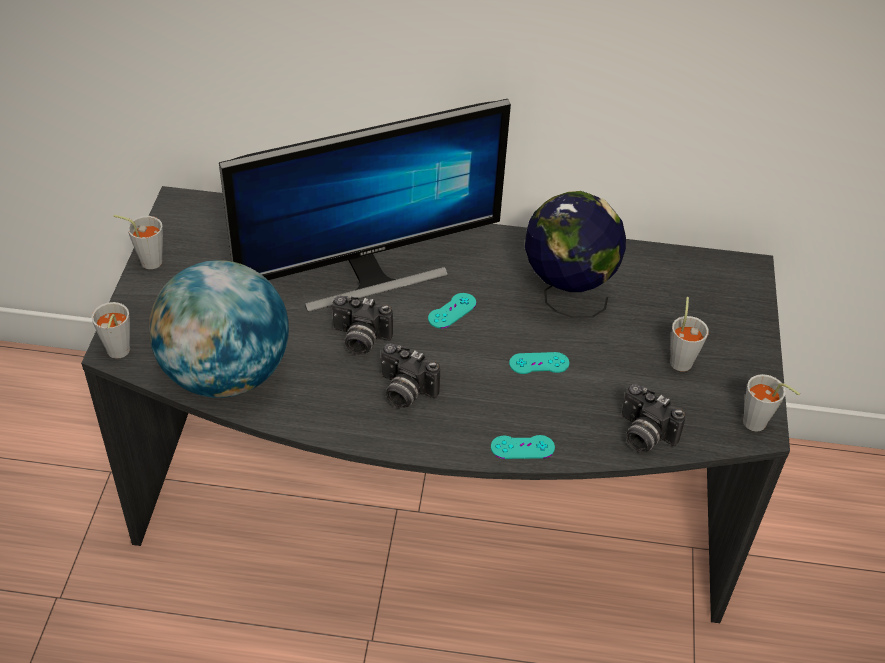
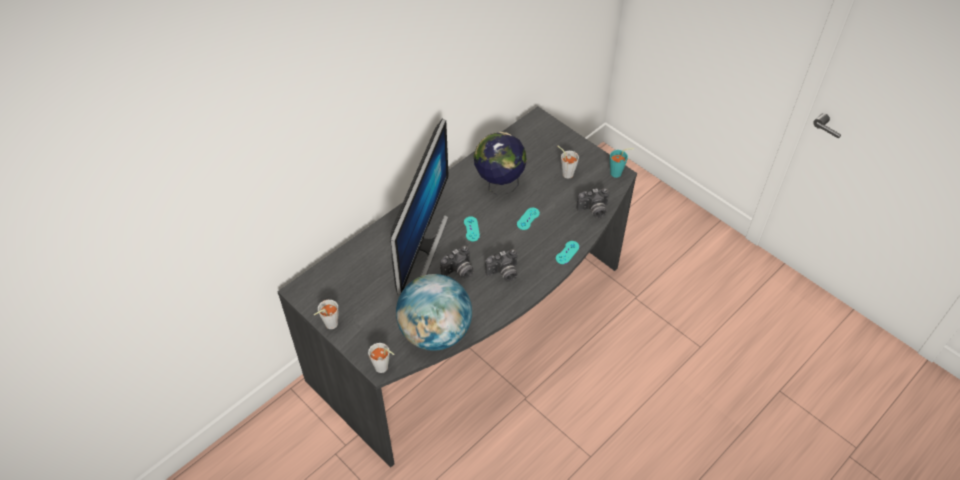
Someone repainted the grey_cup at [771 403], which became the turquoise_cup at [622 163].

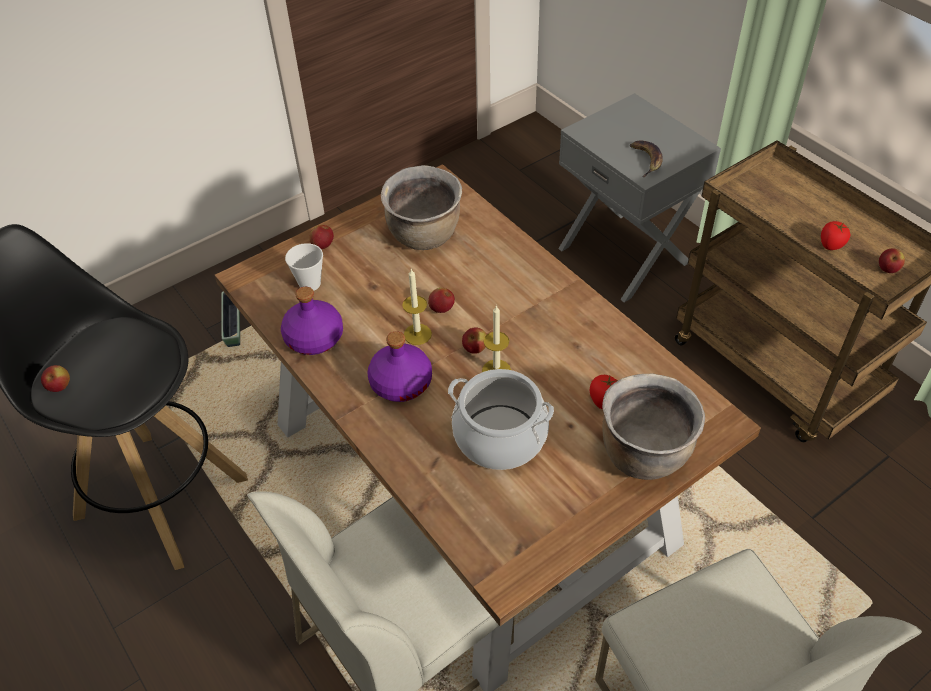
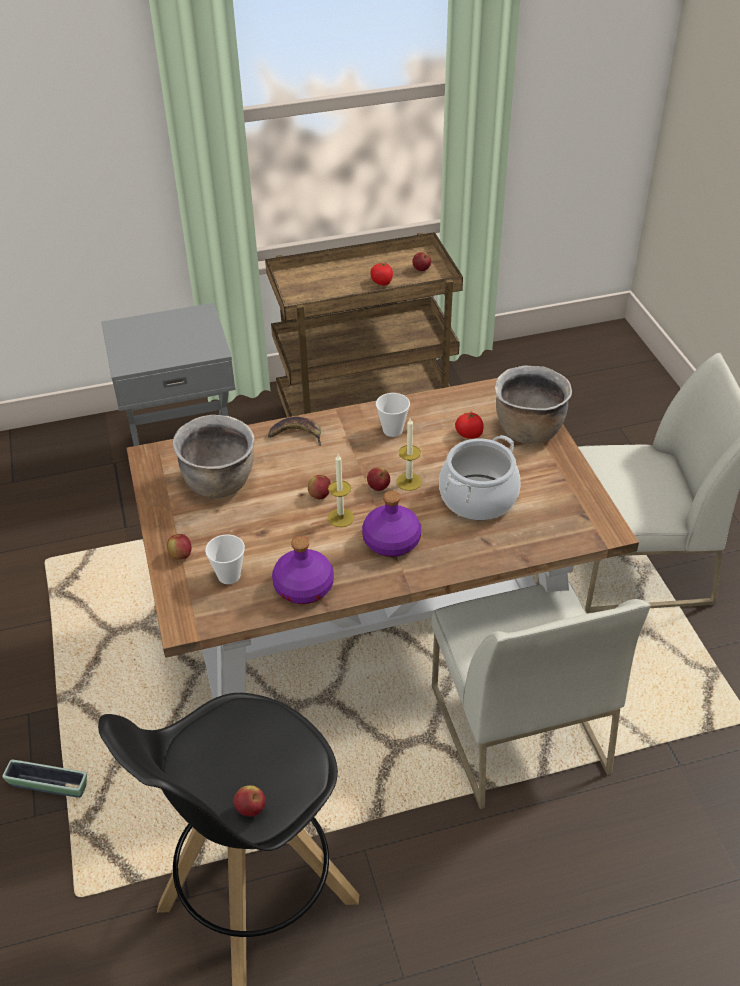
Someone carried the banana from [646 159] to [294 431].
Someone put down the cup at [393 415].

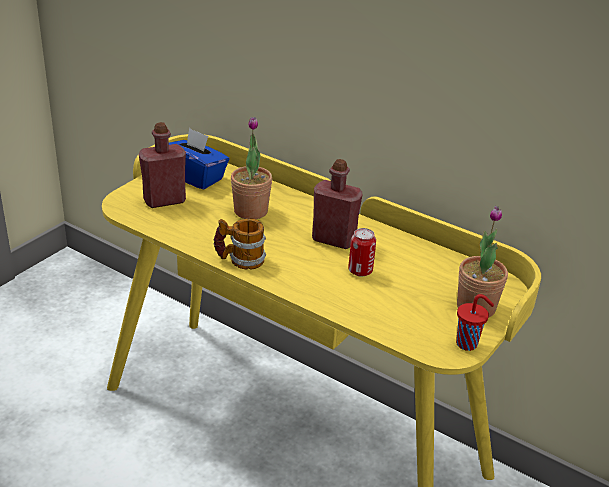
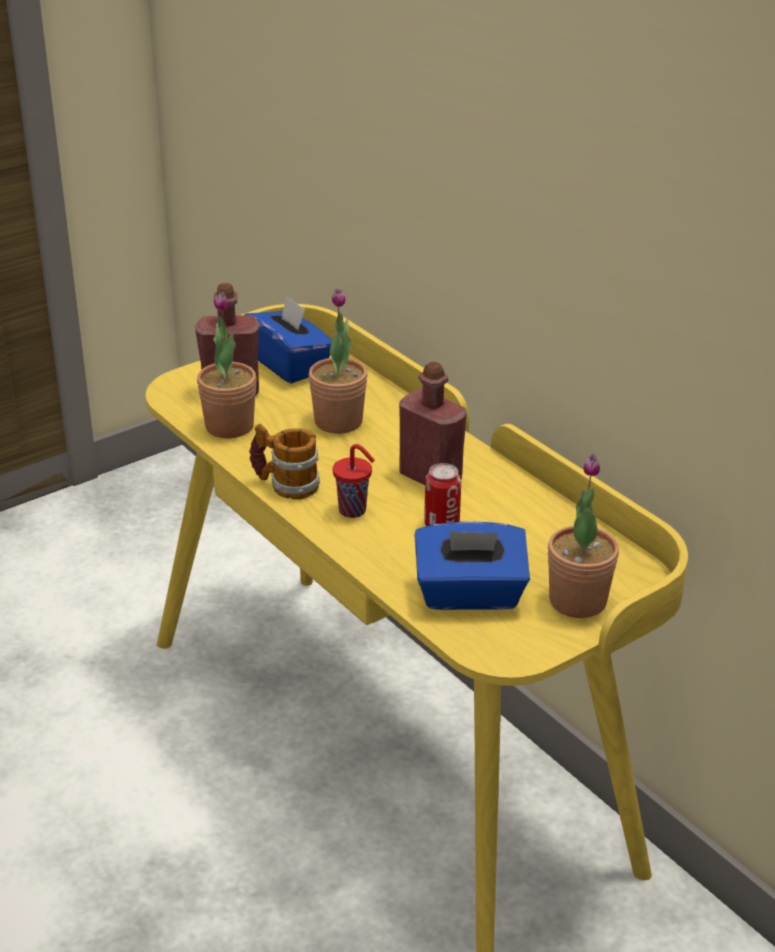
Someone carried the red_cup from [475 322] to [354 481].
Someone put down the potted_plant at [227 365].
Someone put down the blue_tissue_box at [472 565].

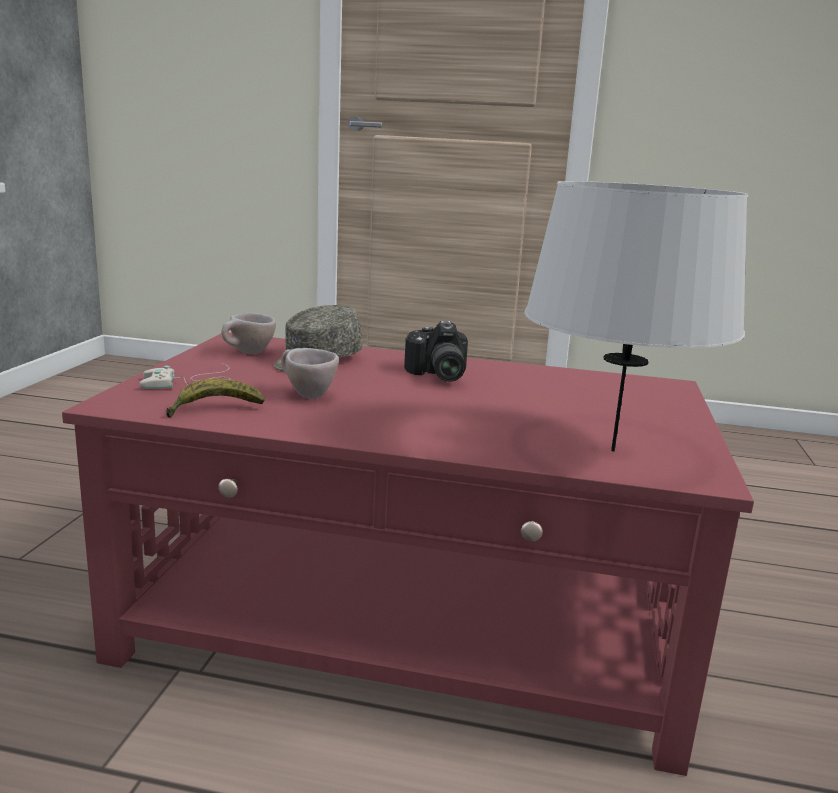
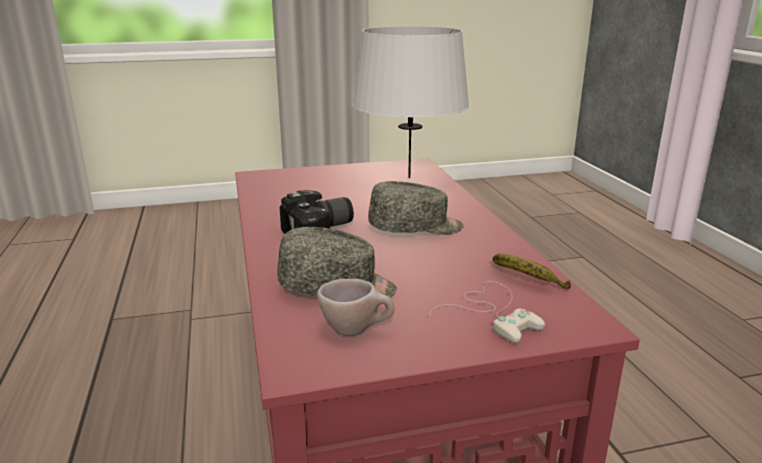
Someone took away the beige_cup at [310 373].
Someone put down the grey_cap at [416 208].

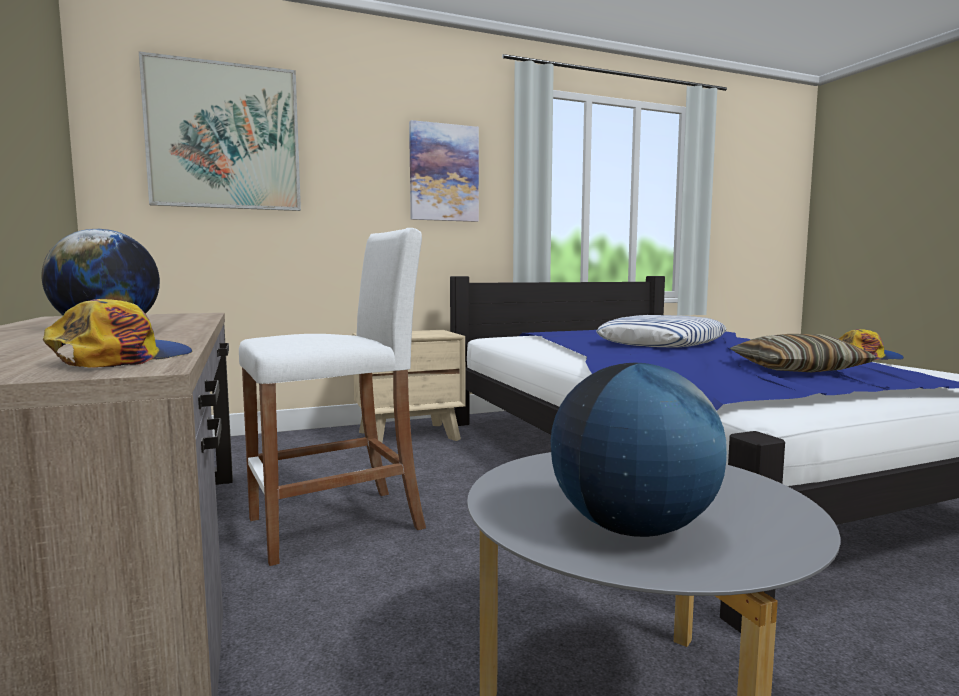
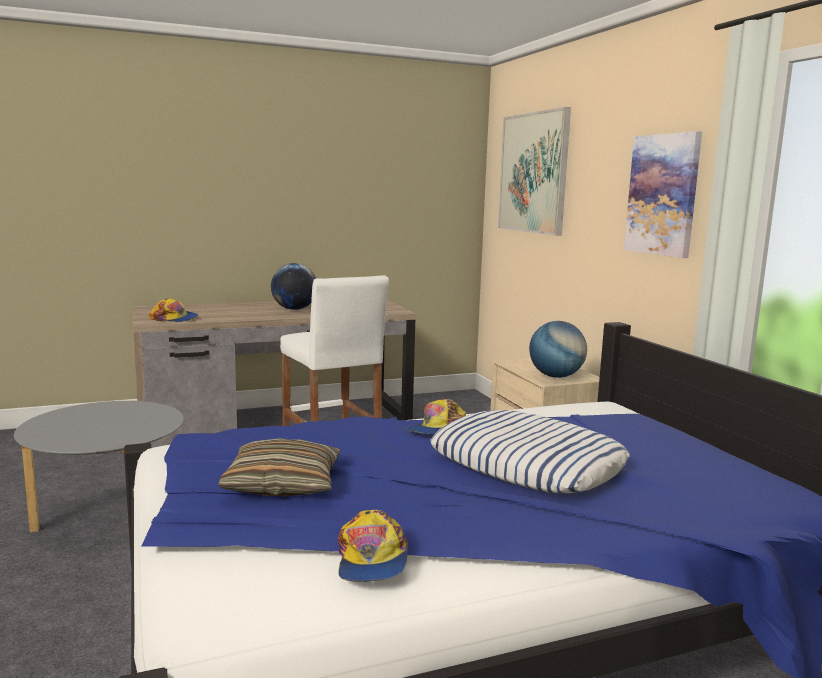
Someone carried the globe from [639 449] to [558 349].
Someone put down the cap at [436 416].

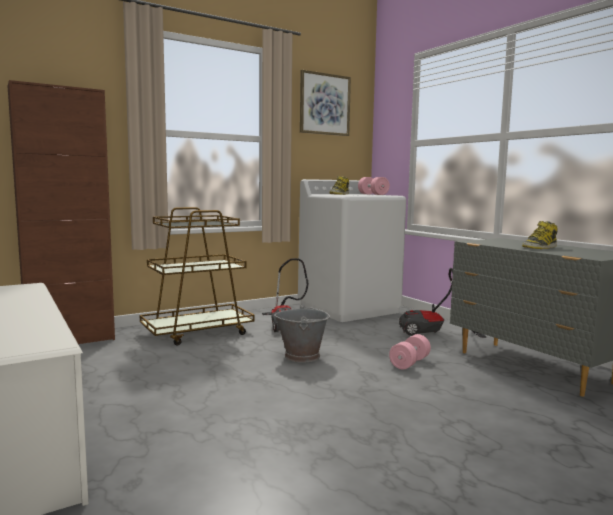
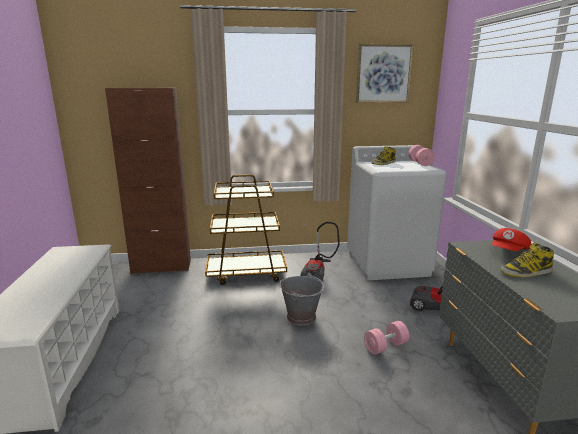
Someone put down the red_cap at [511 239].

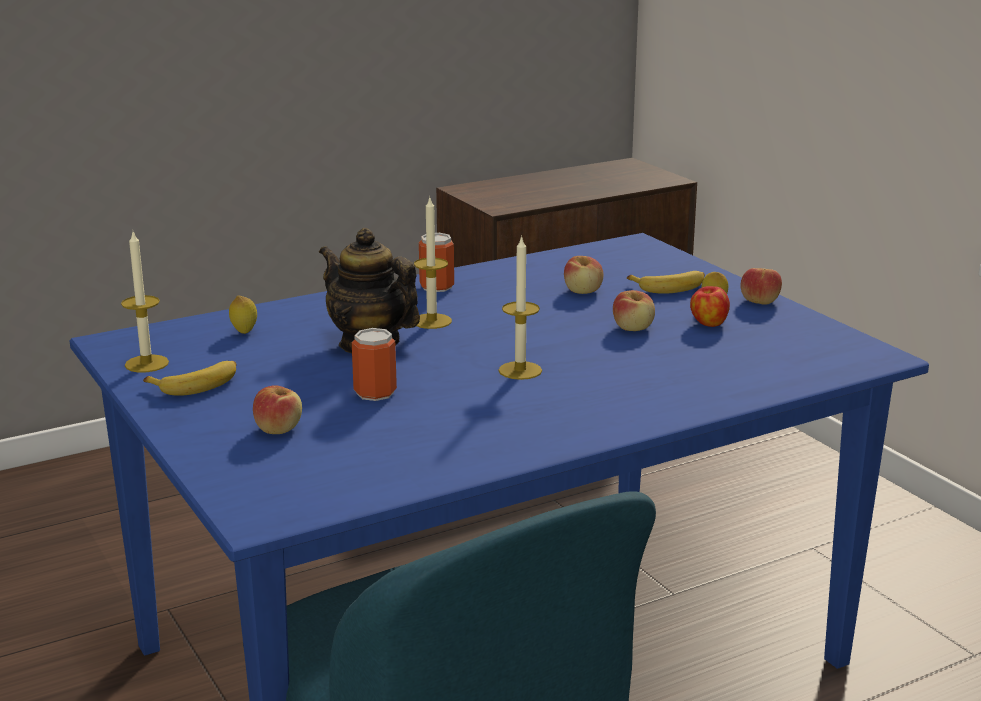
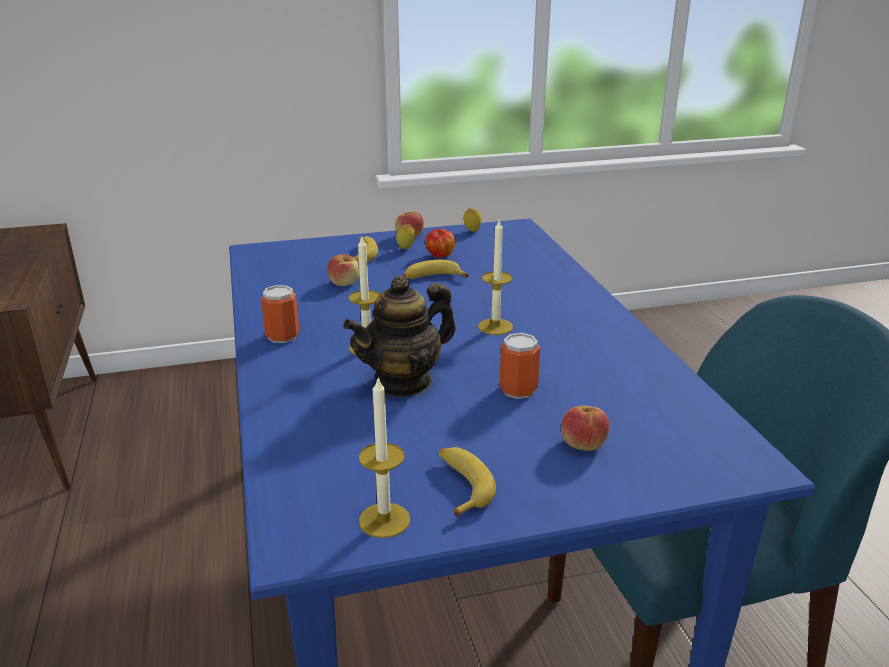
Someone swapped the apple at [634 310] for the banana at [436 269].
Someone carried the lemon from [243 314] to [472 220].

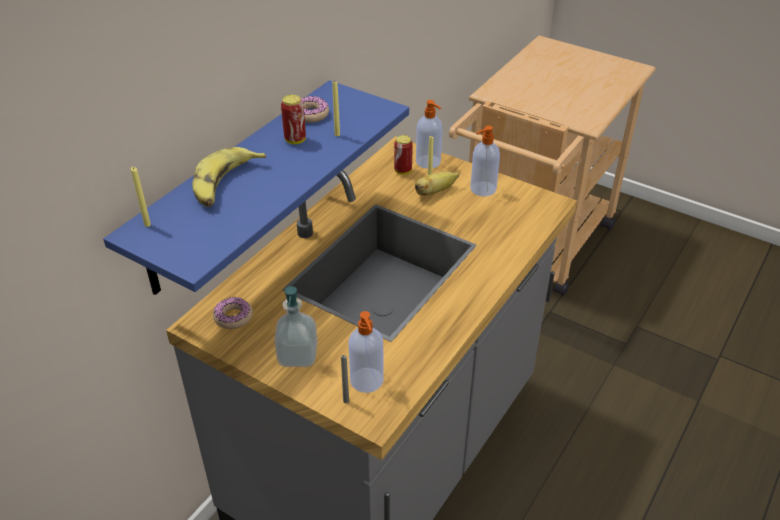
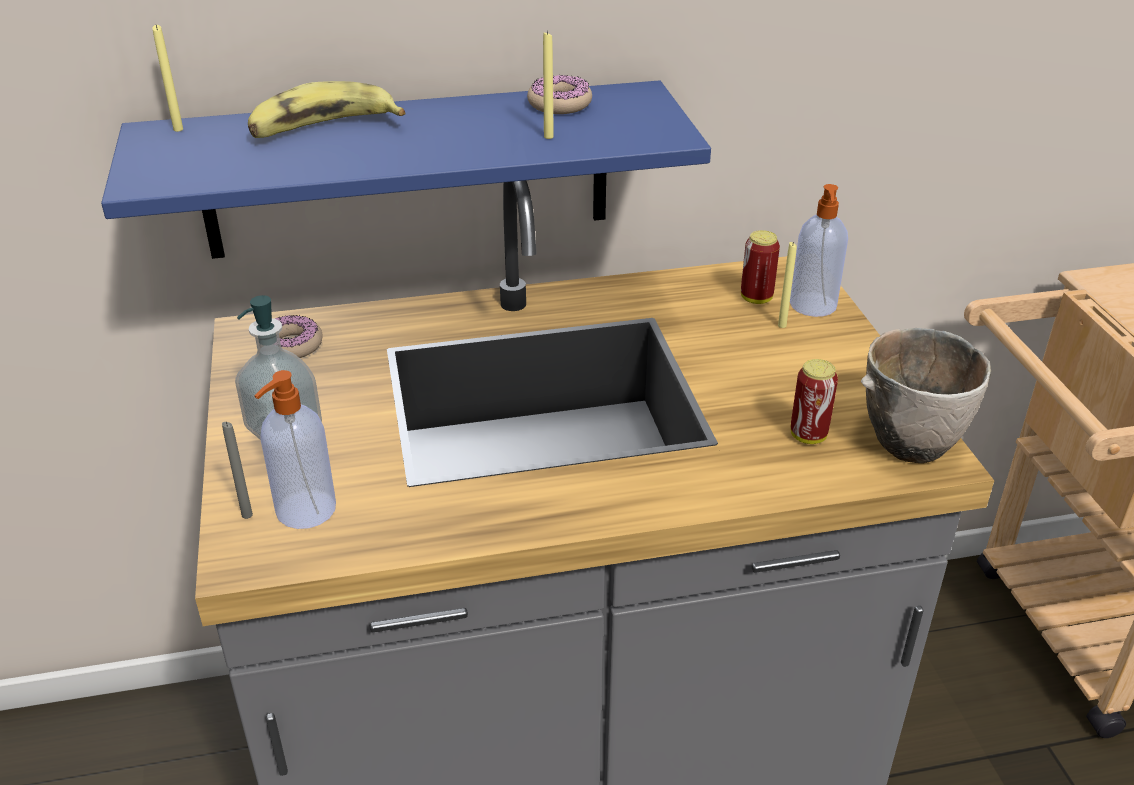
Someone carried the can from [293 119] to [814 401].
Someone took away the soap_dispenser at [485 161].
Someone took away the banana at [437 183].
Someone put down the bowl at [926 395].

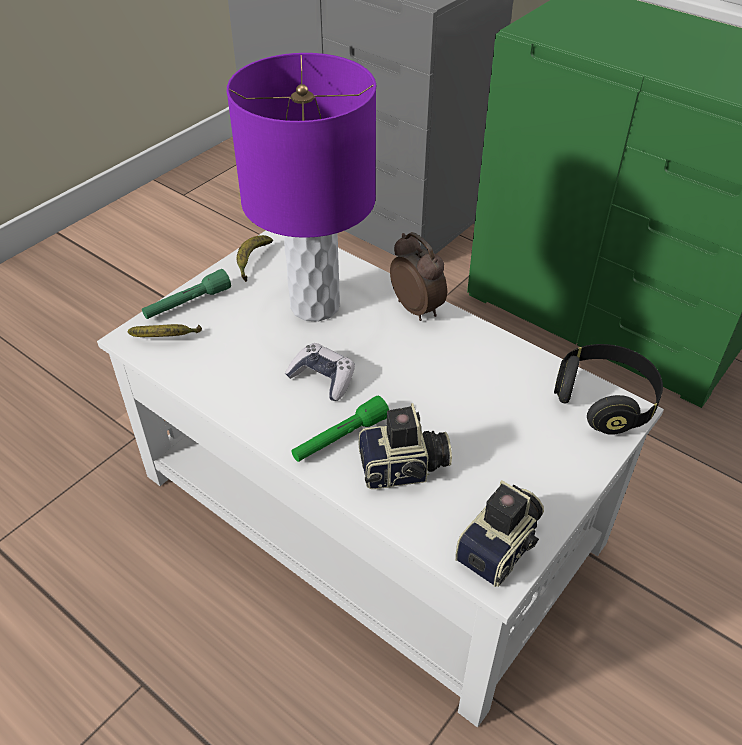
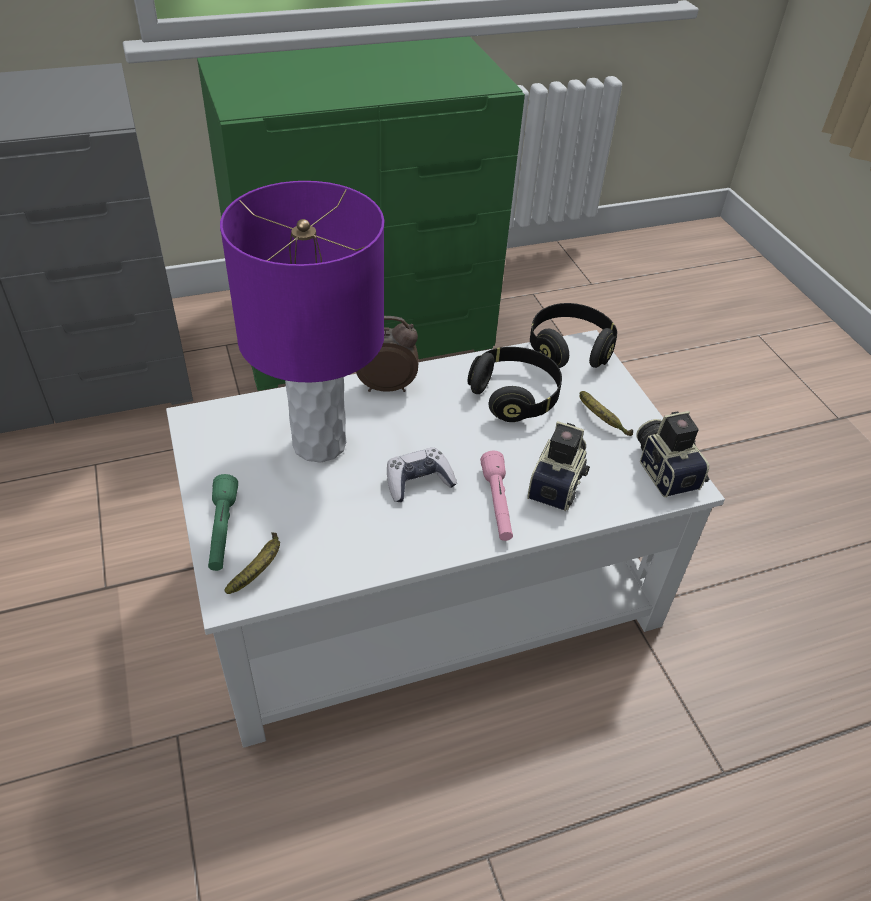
Someone carried the banana from [254 258] to [606 413].
Someone repainted the green_flashlight at [340 429], which became the pink_flashlight at [496 496].
Someone put down the black_headphones at [515 384].

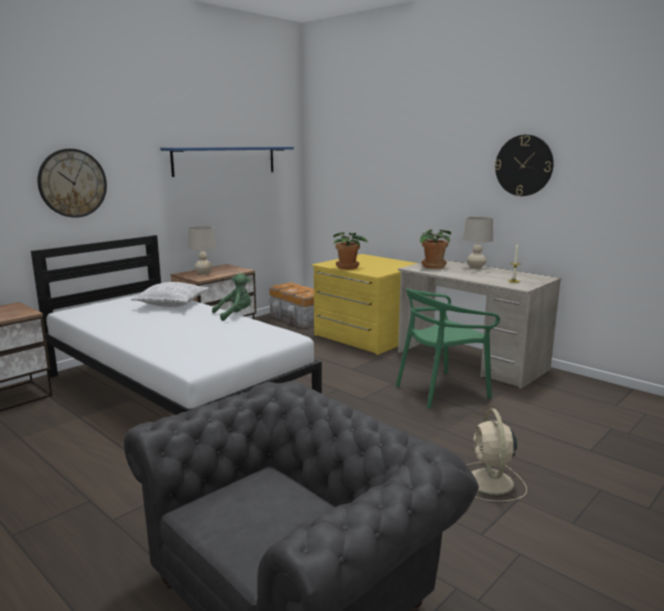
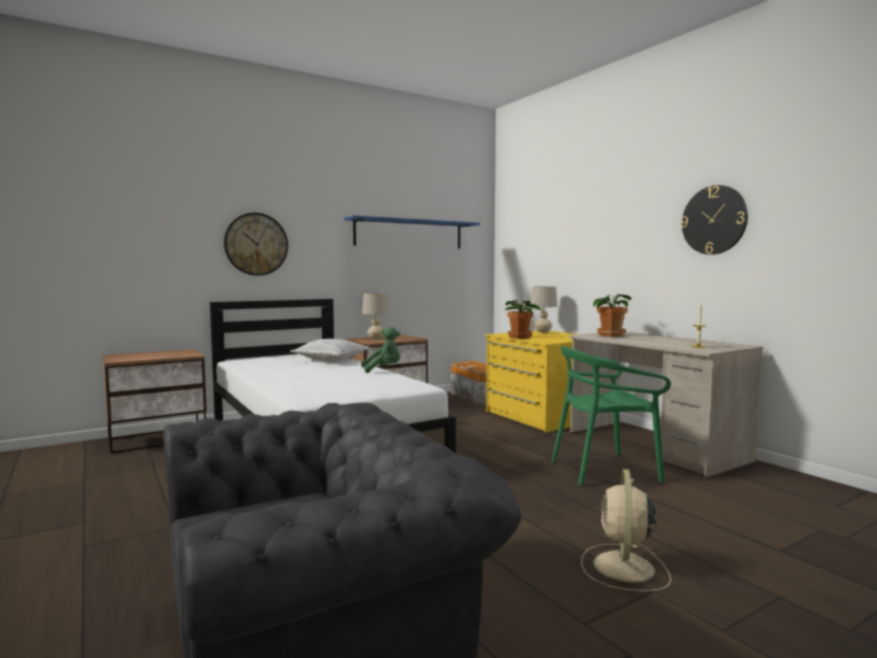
Someone carried the beige_table_lamp from [478 243] to [544 309].

